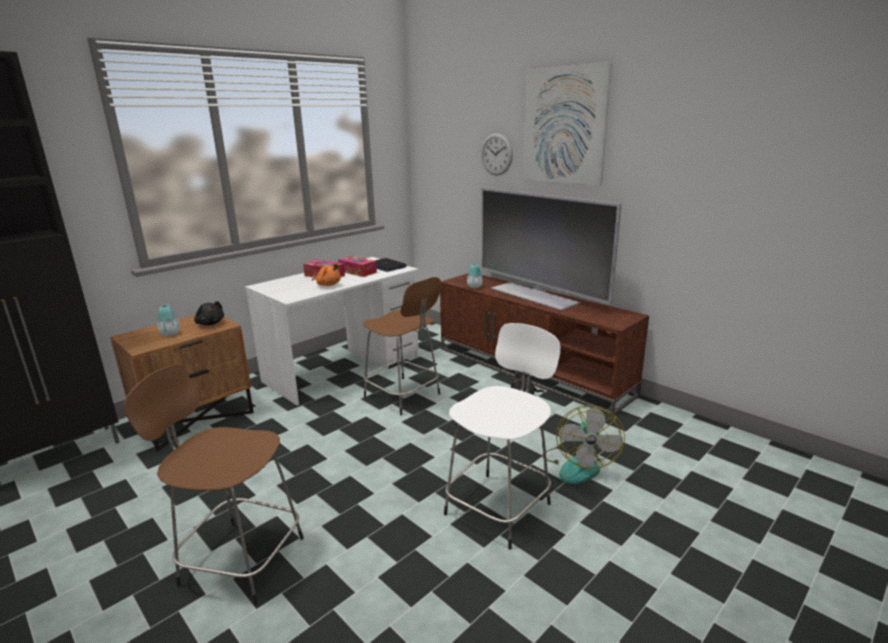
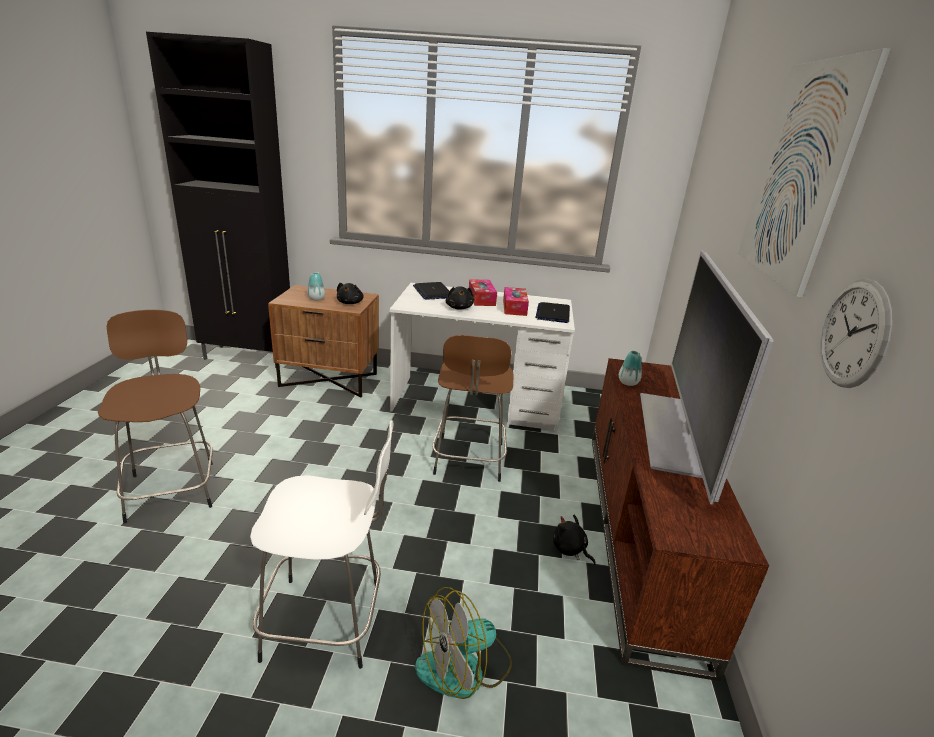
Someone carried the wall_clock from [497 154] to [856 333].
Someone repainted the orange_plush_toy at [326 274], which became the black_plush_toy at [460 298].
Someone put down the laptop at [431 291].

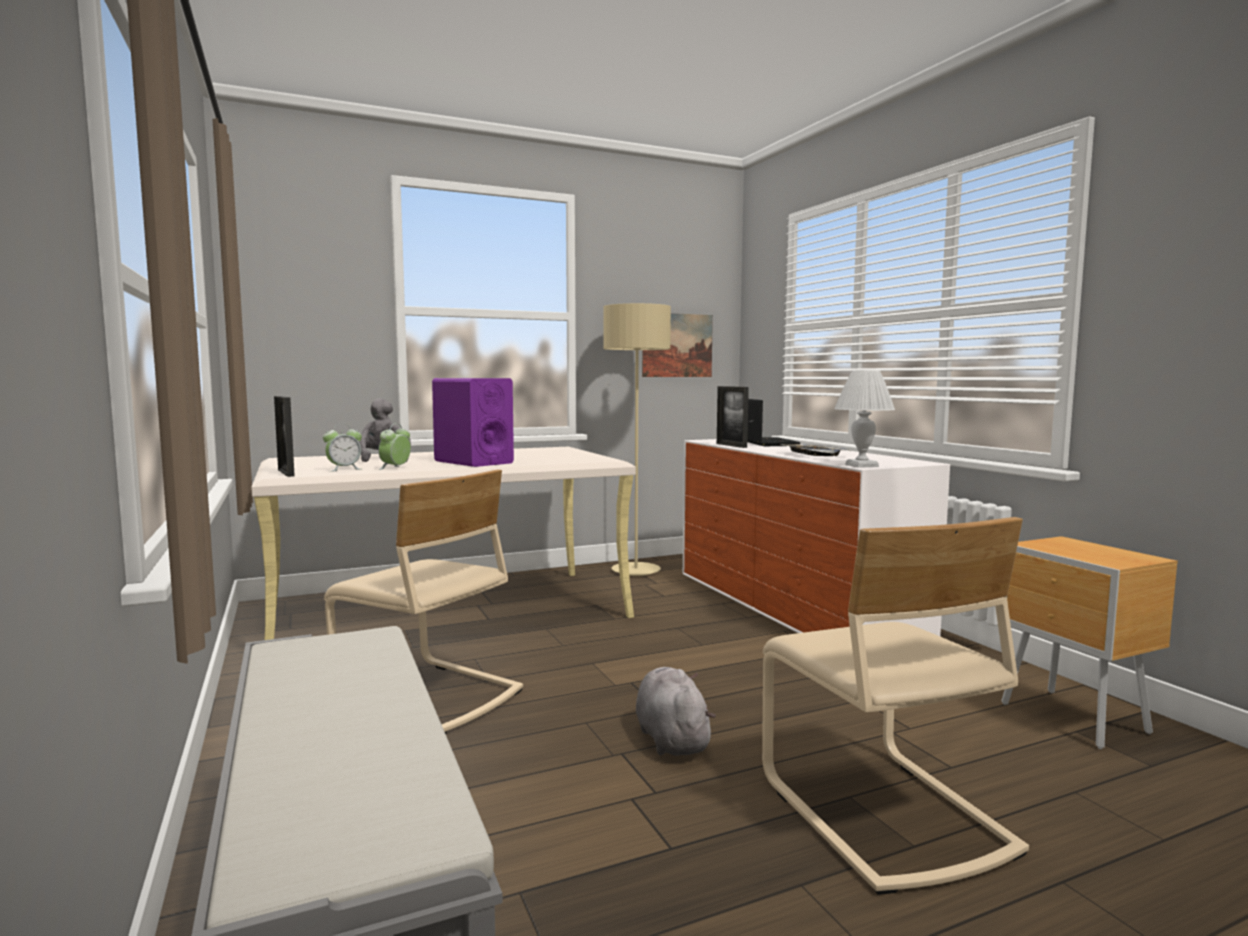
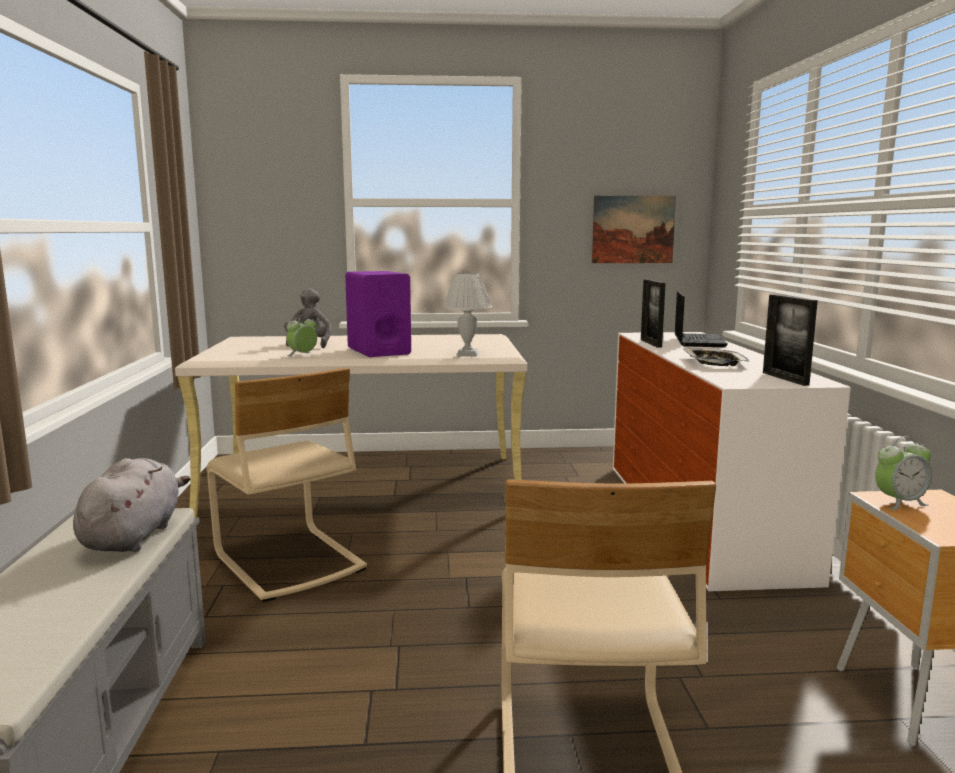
Someone took away the beige_floor_lamp at [637 439].
Someone carried the white_table_lamp from [864 419] to [467 314].
Someone carried the picture_frame from [284 436] to [790 340].
Someone carried the alarm_clock from [342 448] to [903 473].
Someone carried the grey_plush_toy from [676 711] to [131 505].

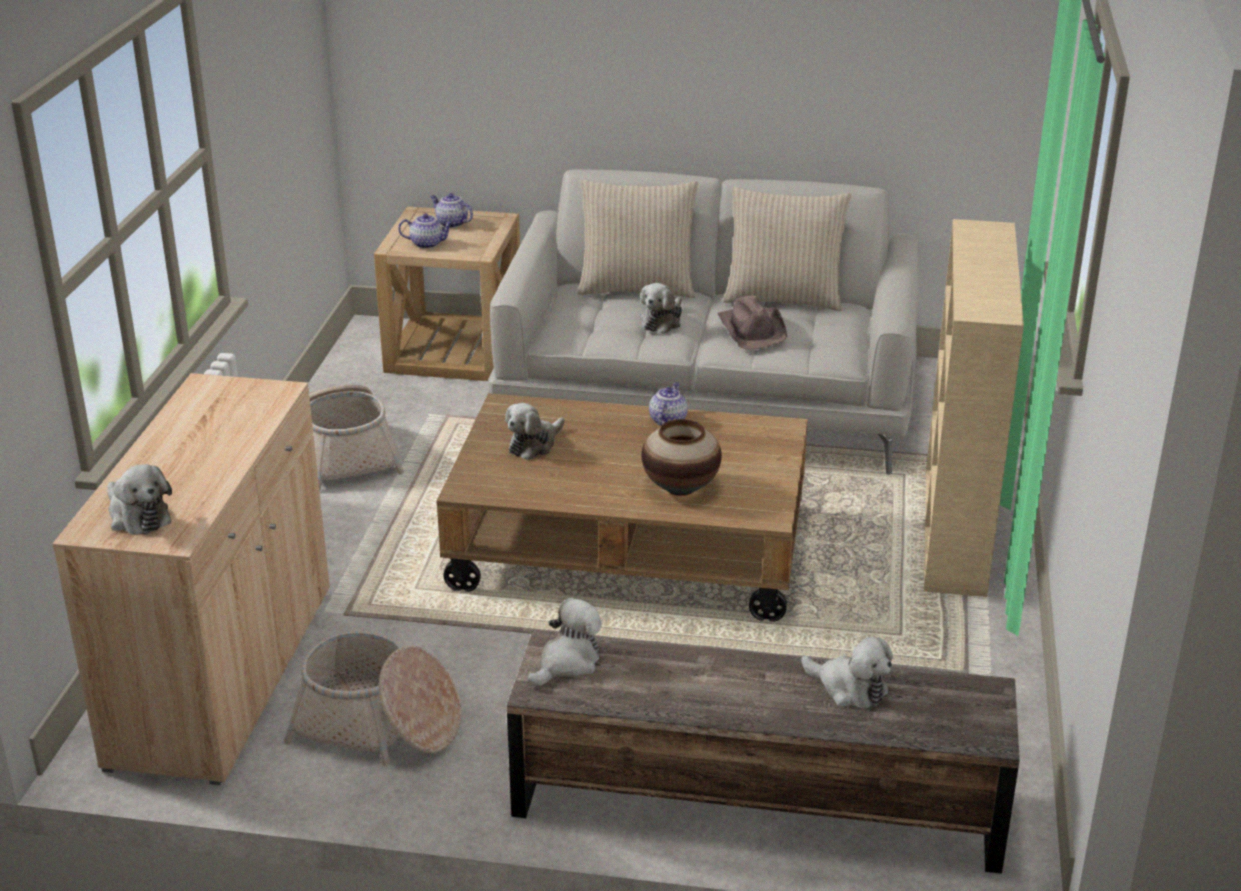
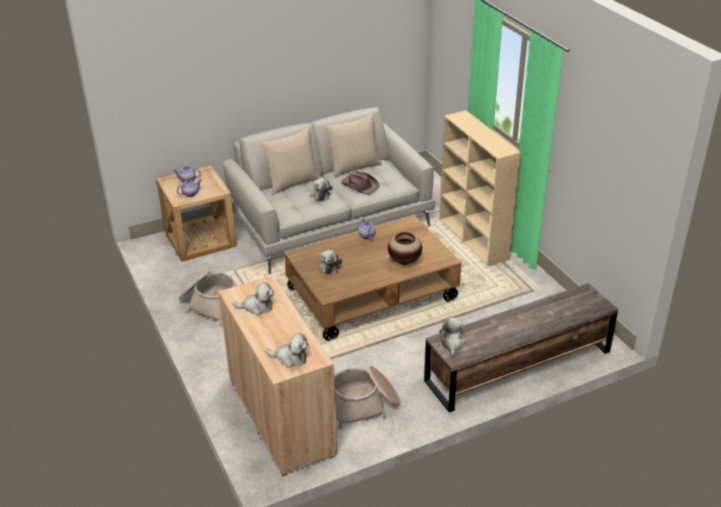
Someone carried the plush_toy from [847 673] to [253 299].

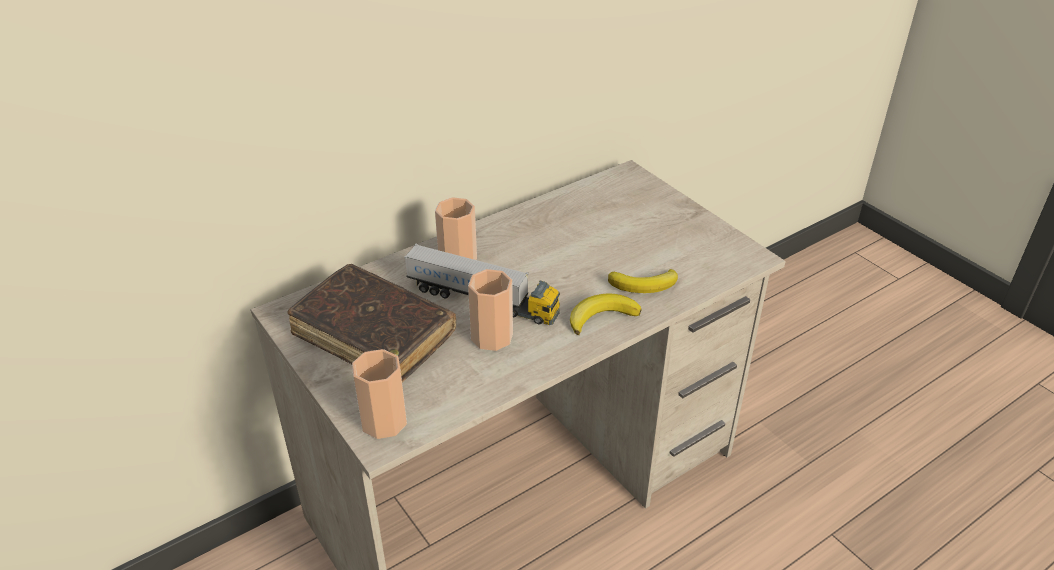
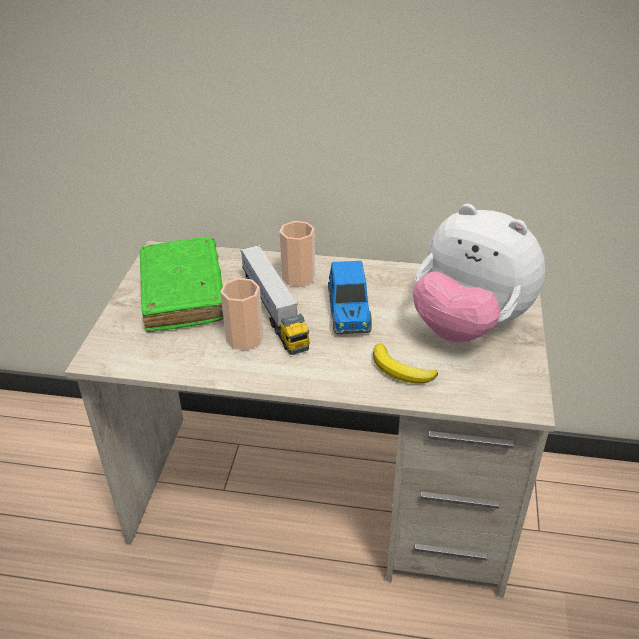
Someone repainted the brown_book at [371 323], which became the green_book at [181 285].
Someone took away the banana at [605 314].
Someone took away the cup at [379 394].
Someone put down the plush_toy at [479 273].
Someone put down the toy_car at [350 297].

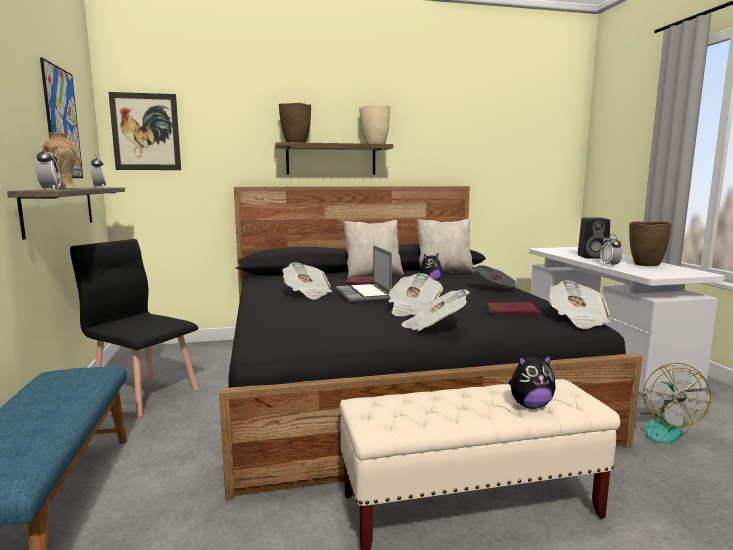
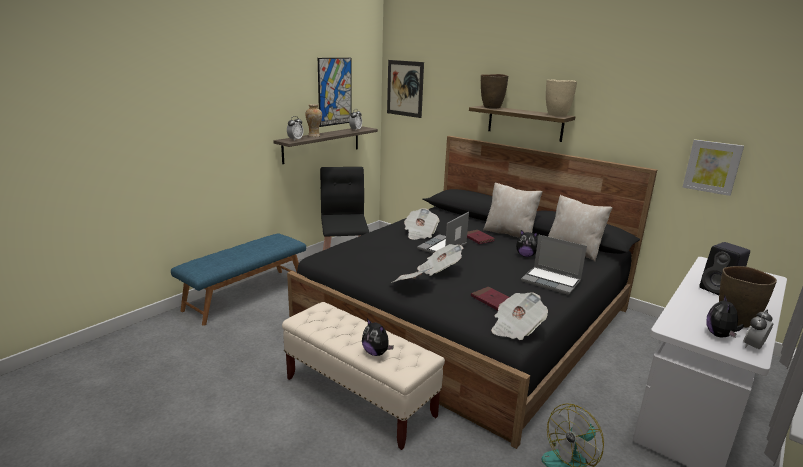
Someone carried the alarm_clock from [611 250] to [758 329].
Someone swapped the newspaper at [494 276] for the laptop at [554 265].
Someone put up the picture at [713 167].
Someone put down the plush_toy at [725 316].

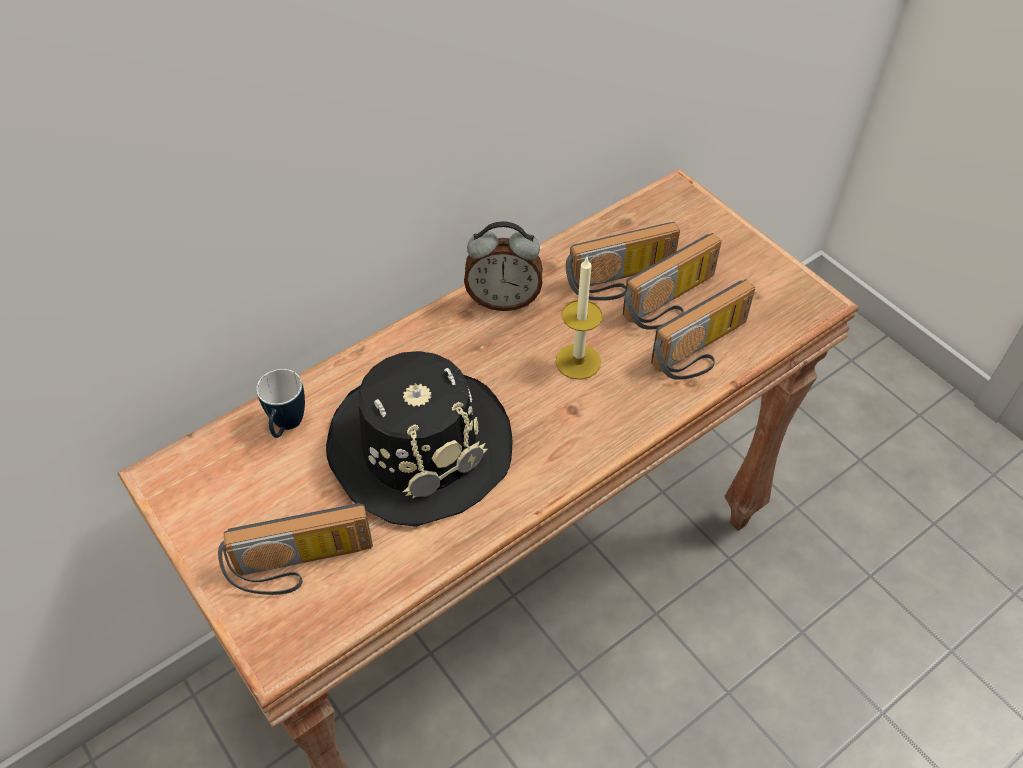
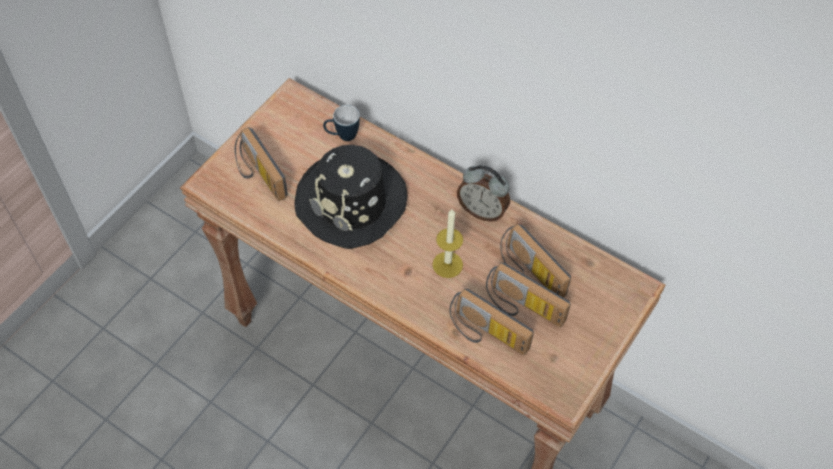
Someone rotated the alarm_clock at [503 266] by 45 degrees counterclockwise.

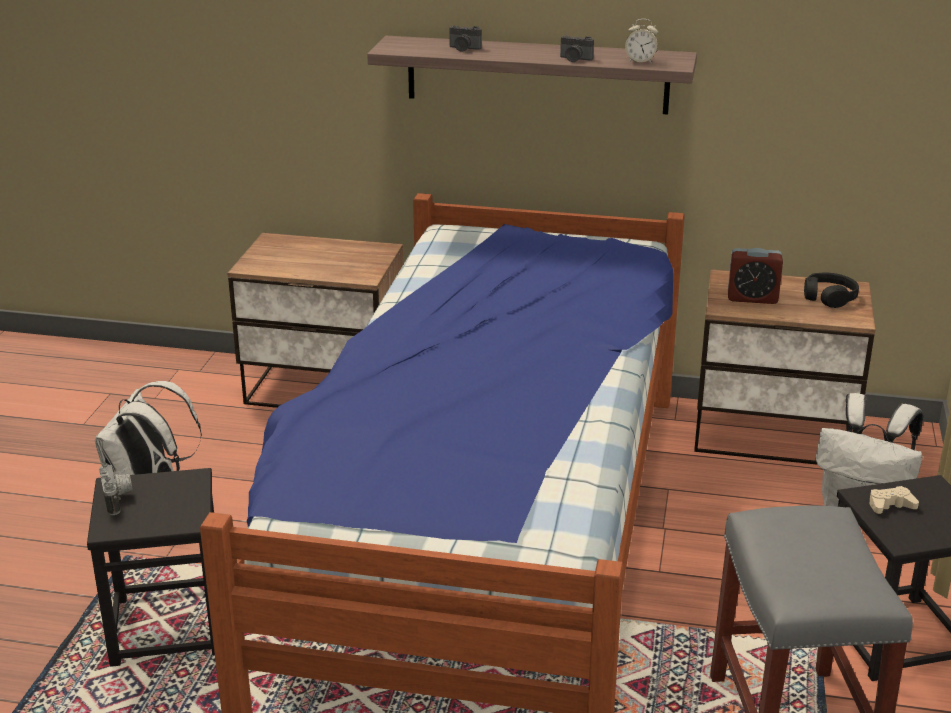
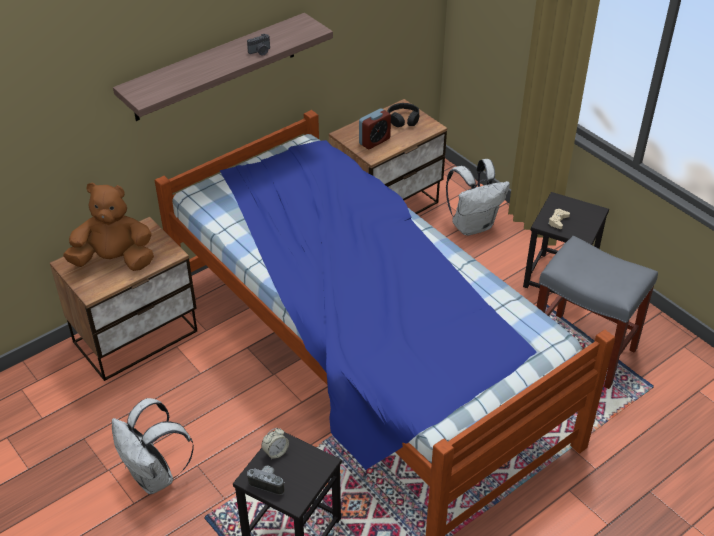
Someone carried the alarm_clock from [641 41] to [275 444].
Someone took away the photo_camera at [465 39].
Someone put down the brown_plush_toy at [108 226].

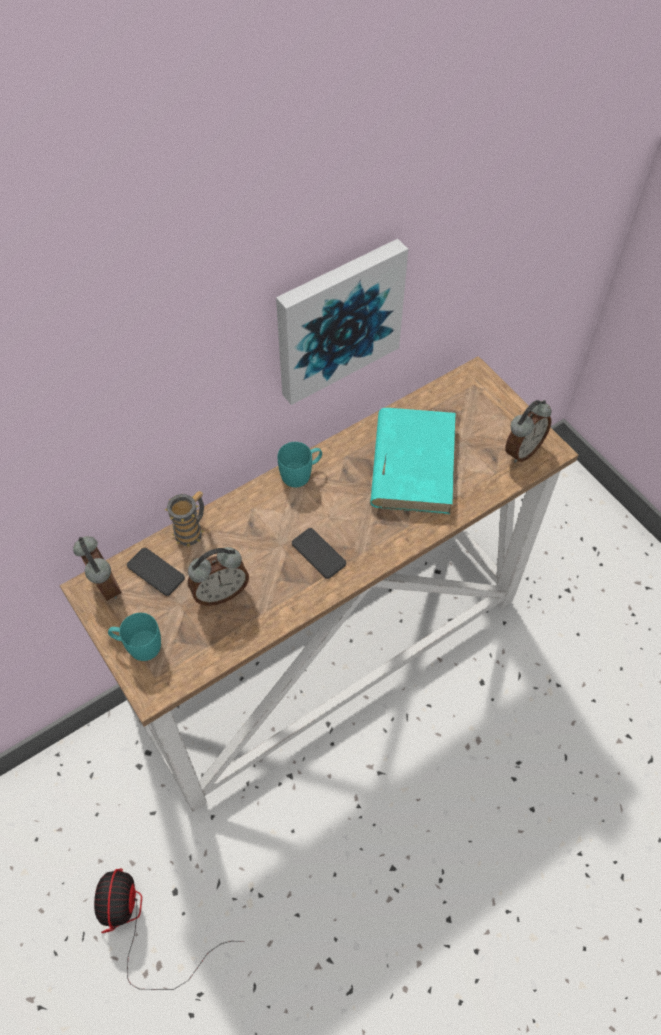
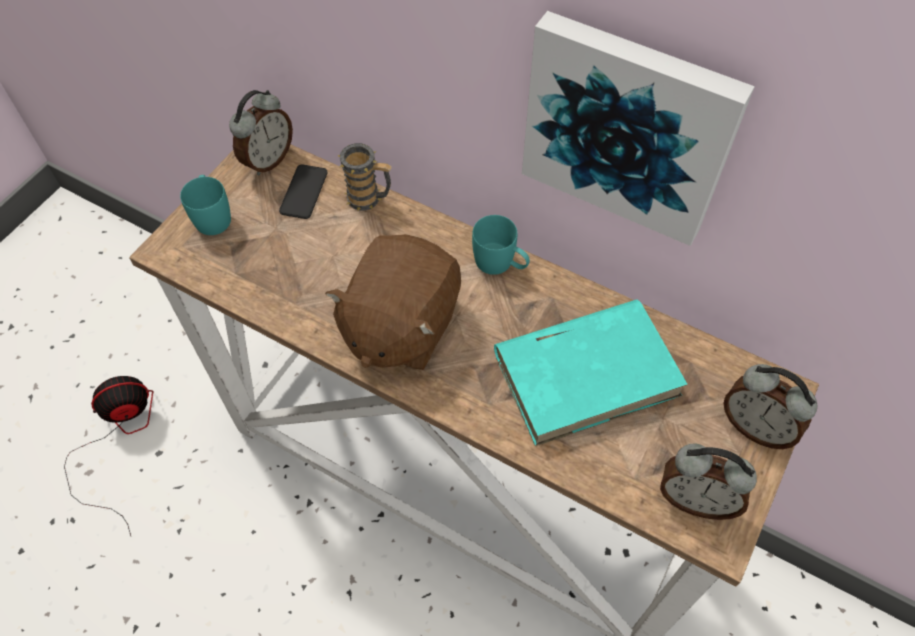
Someone swapped the phone at [319 553] for the brown_plush_toy at [393 302].
Someone carried the alarm_clock from [218 576] to [770 406].

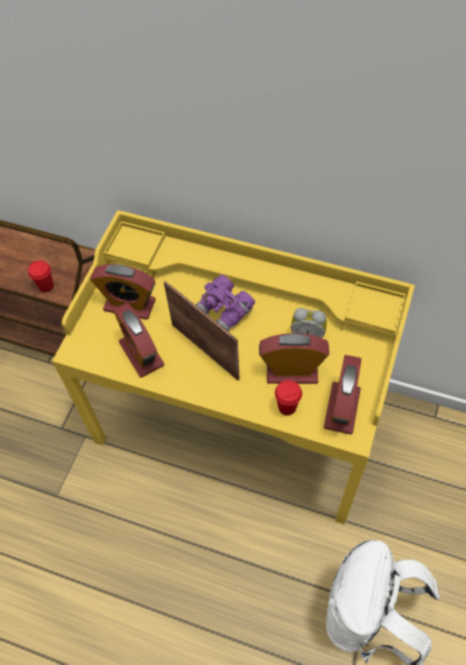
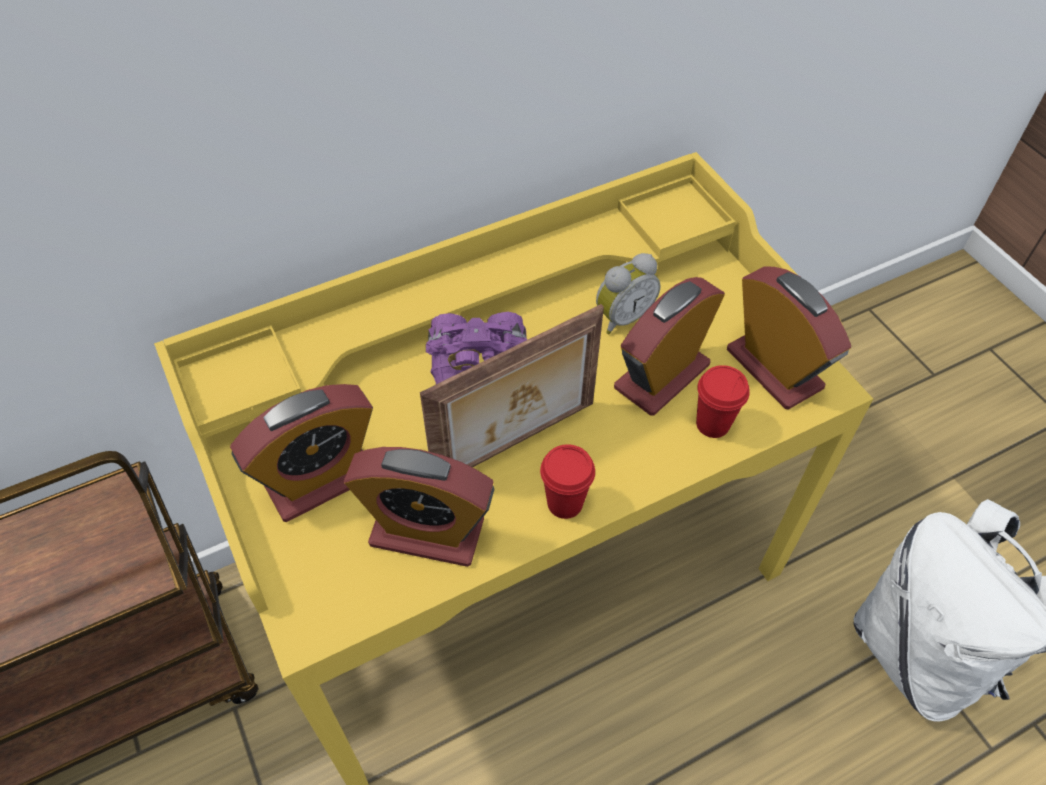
Someone carried the red_cup from [41 276] to [567 481].
Someone rotated the picture_frame at [202 331] by 150 degrees clockwise.

